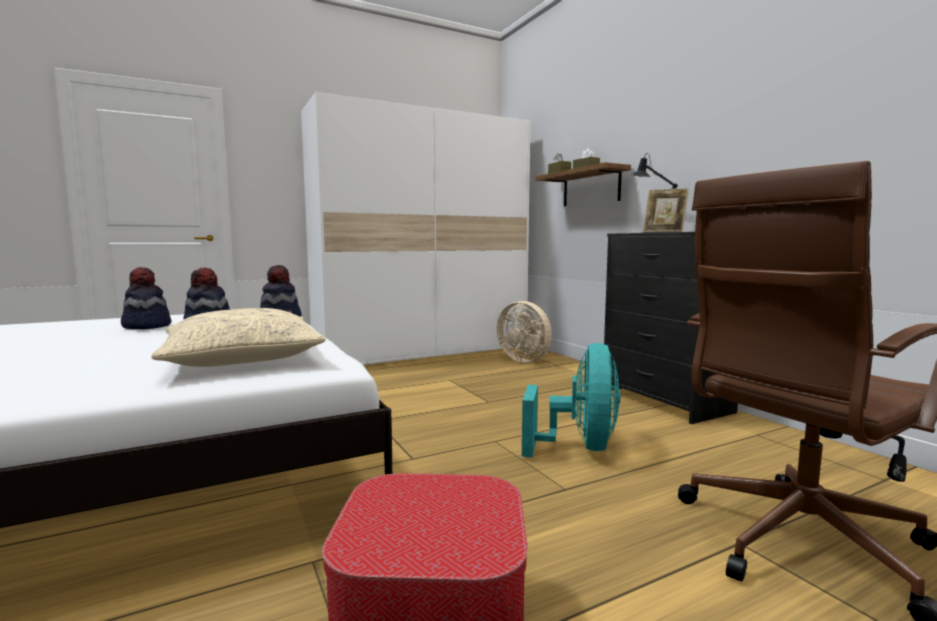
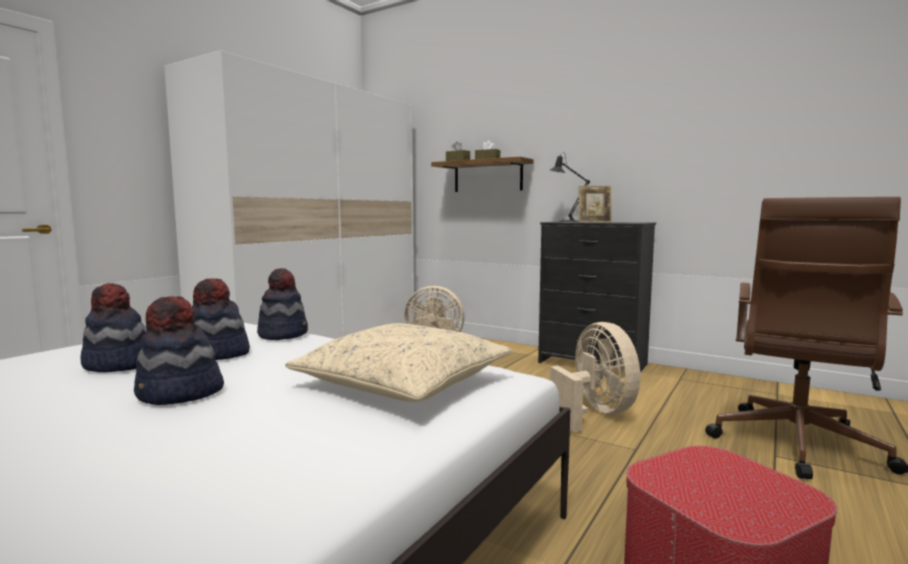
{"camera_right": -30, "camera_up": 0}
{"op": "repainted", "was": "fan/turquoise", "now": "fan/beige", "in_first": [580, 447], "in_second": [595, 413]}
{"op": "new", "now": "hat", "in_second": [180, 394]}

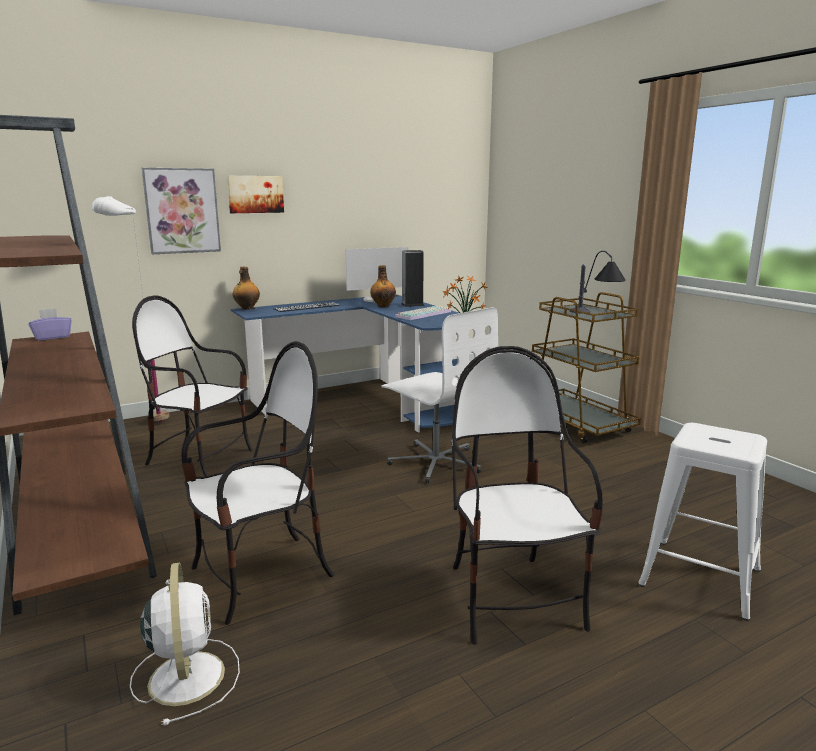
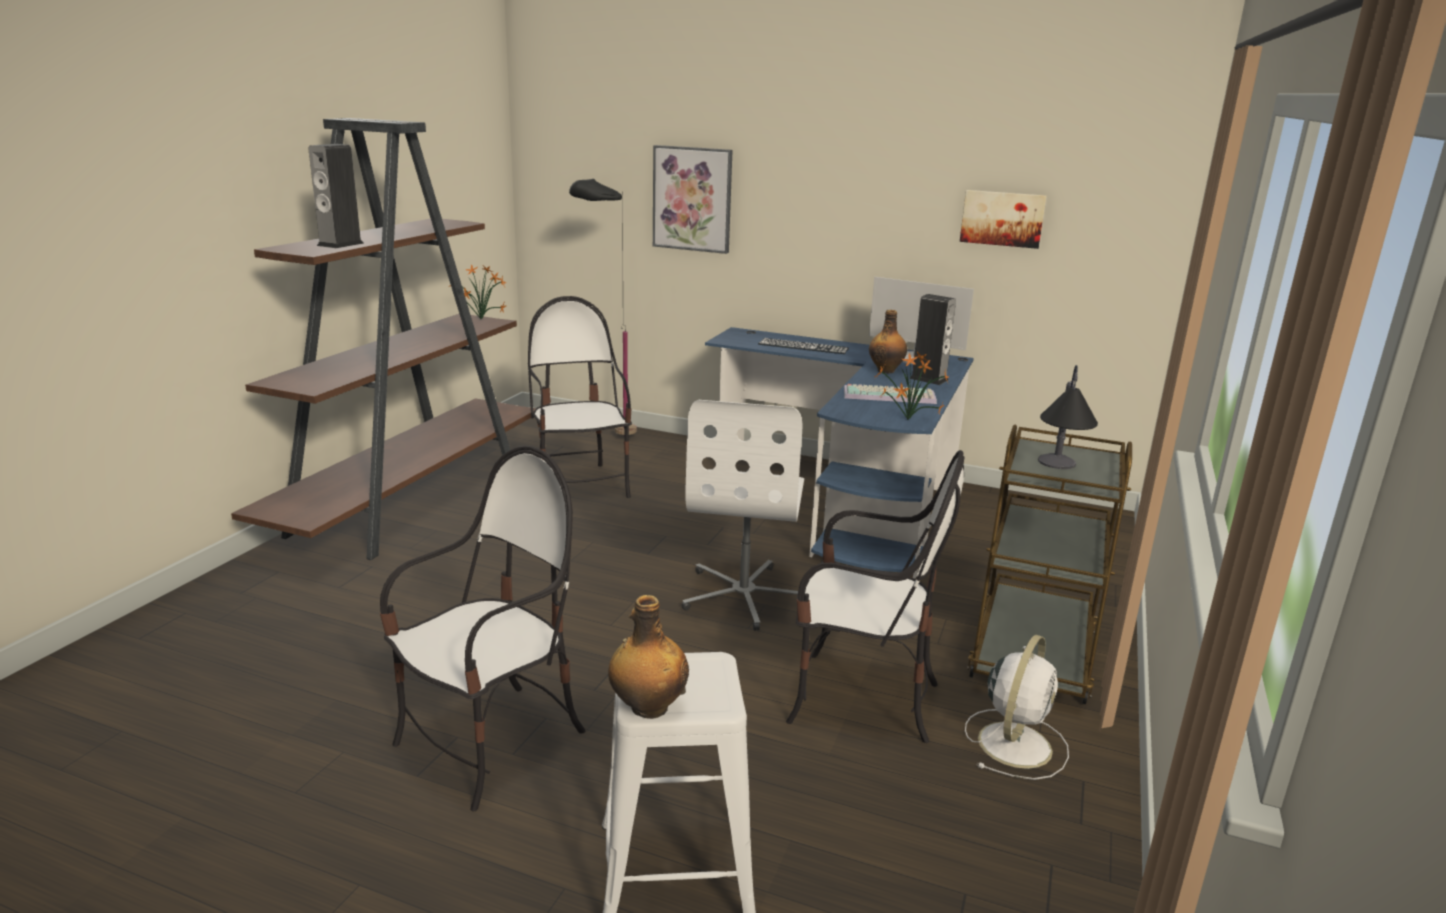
{"camera_right": 50, "camera_up": 5}
{"op": "shifted", "was": "picture", "in_first": [255, 194], "in_second": [1002, 218]}
{"op": "repainted", "was": "floor lamp/white", "now": "floor lamp/black", "in_first": [147, 428], "in_second": [606, 439]}
{"op": "shifted", "was": "bottle", "in_first": [247, 308], "in_second": [648, 708]}
{"op": "swapped", "was": "tissue box/purple", "now": "potted plant", "in_first": [52, 337], "in_second": [479, 319]}
{"op": "shifted", "was": "chair", "in_first": [261, 576], "in_second": [861, 699]}
{"op": "shifted", "was": "fan/white", "in_first": [186, 675], "in_second": [1015, 743]}
{"op": "new", "now": "speaker", "in_second": [340, 244]}

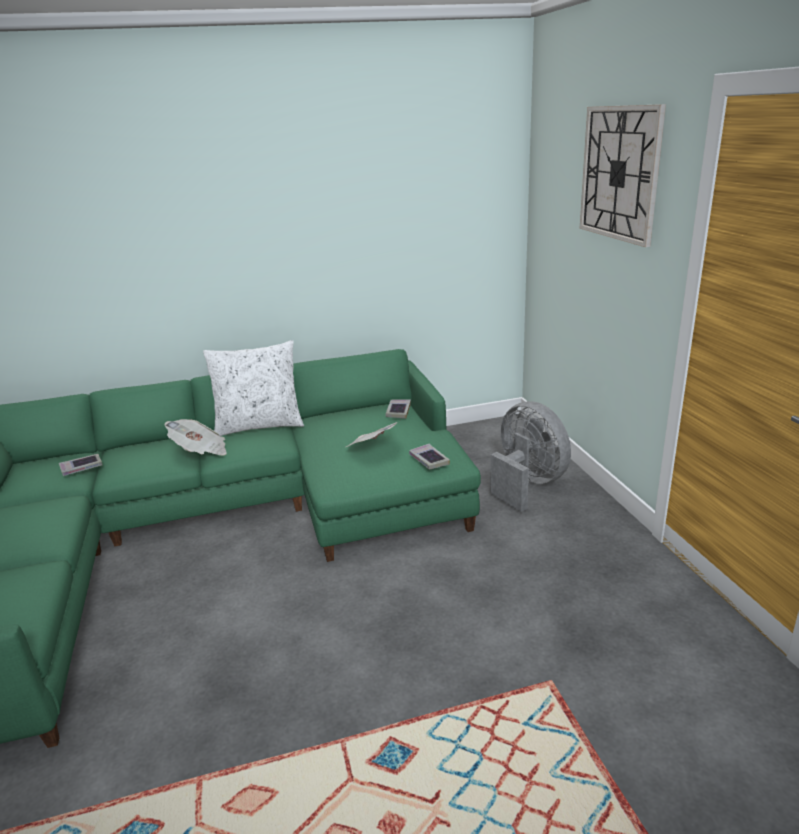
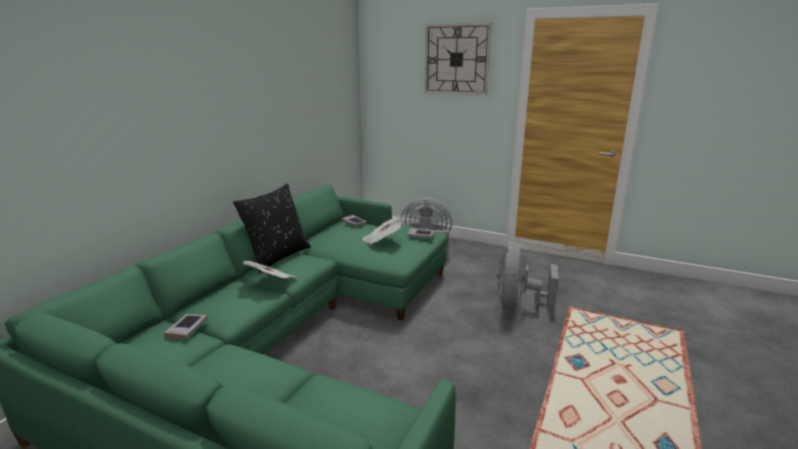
{"camera_right": -50, "camera_up": -5}
{"op": "repainted", "was": "pillow/white", "now": "pillow/black", "in_first": [259, 425], "in_second": [277, 257]}
{"op": "new", "now": "fan/grey", "in_second": [517, 305]}

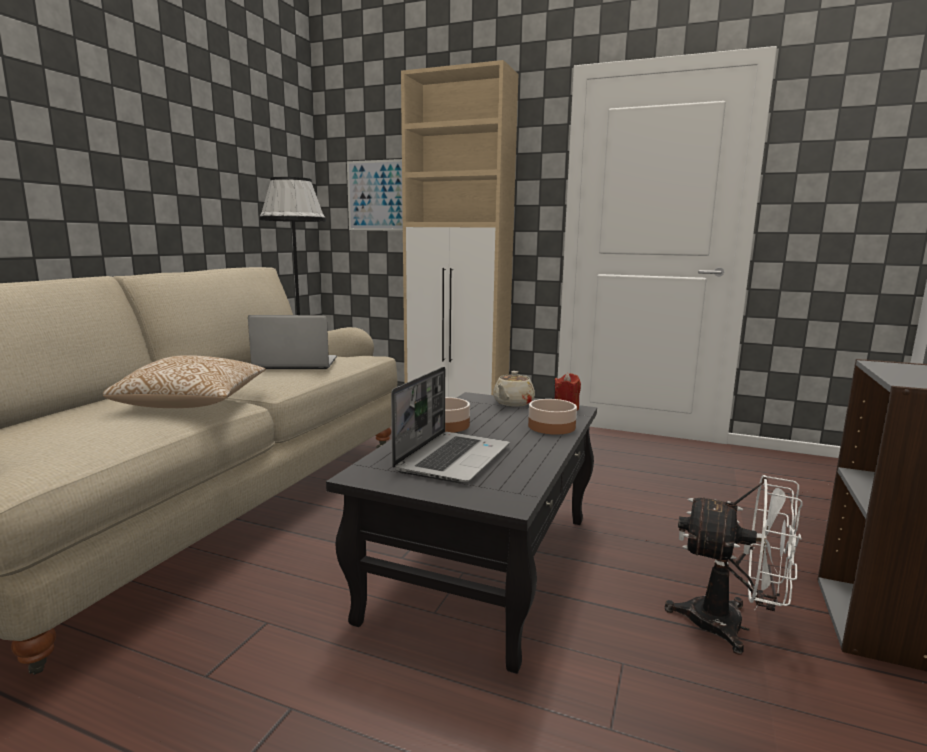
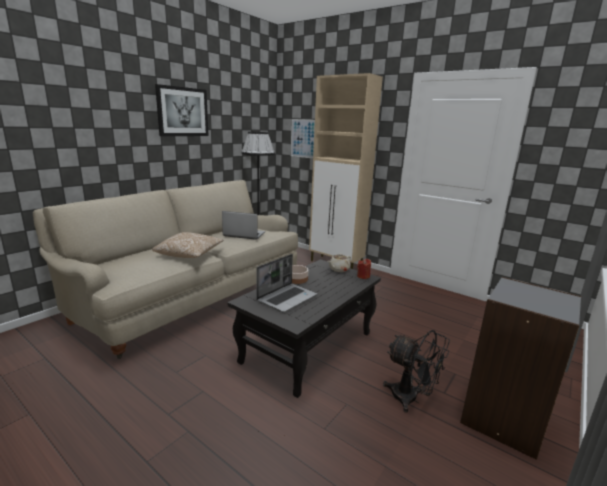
{"camera_right": 15, "camera_up": 5}
{"op": "gone", "was": "bowl", "in_first": [551, 427]}
{"op": "repainted", "was": "fan/white", "now": "fan/black", "in_first": [731, 626], "in_second": [411, 399]}
{"op": "new", "now": "picture", "in_second": [182, 112]}

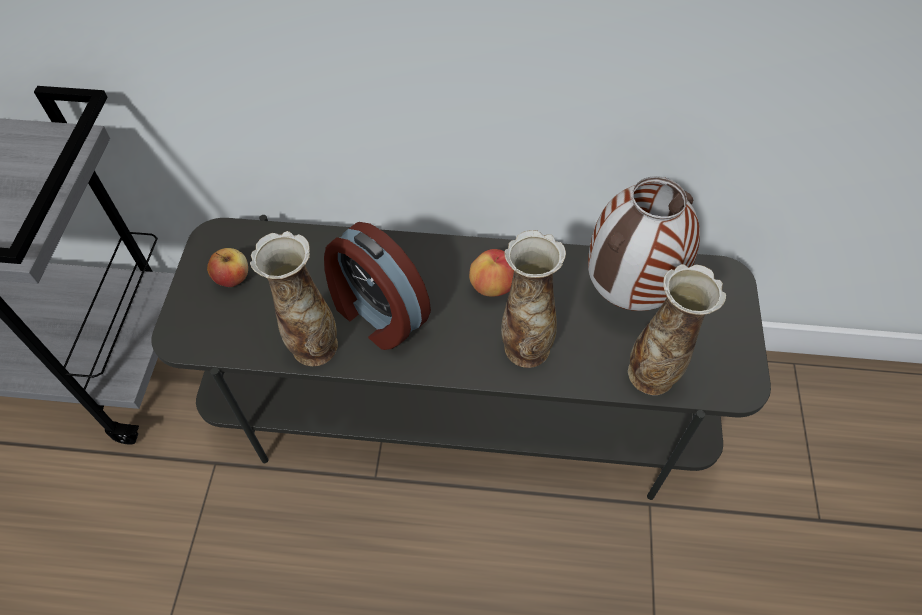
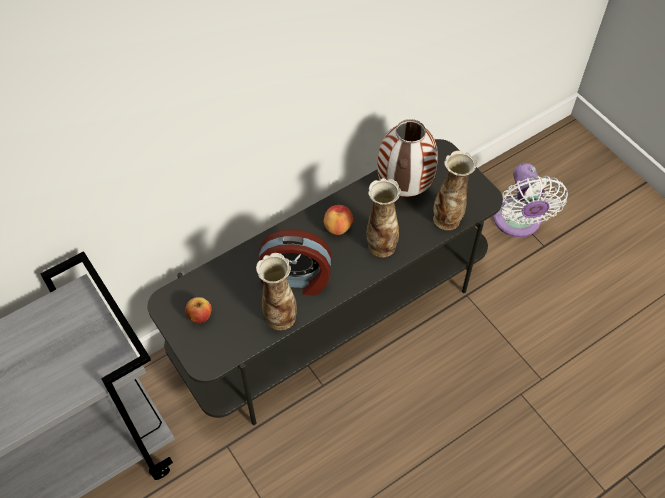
{"camera_right": -40, "camera_up": 0}
{"op": "new", "now": "fan/white", "in_second": [518, 222]}

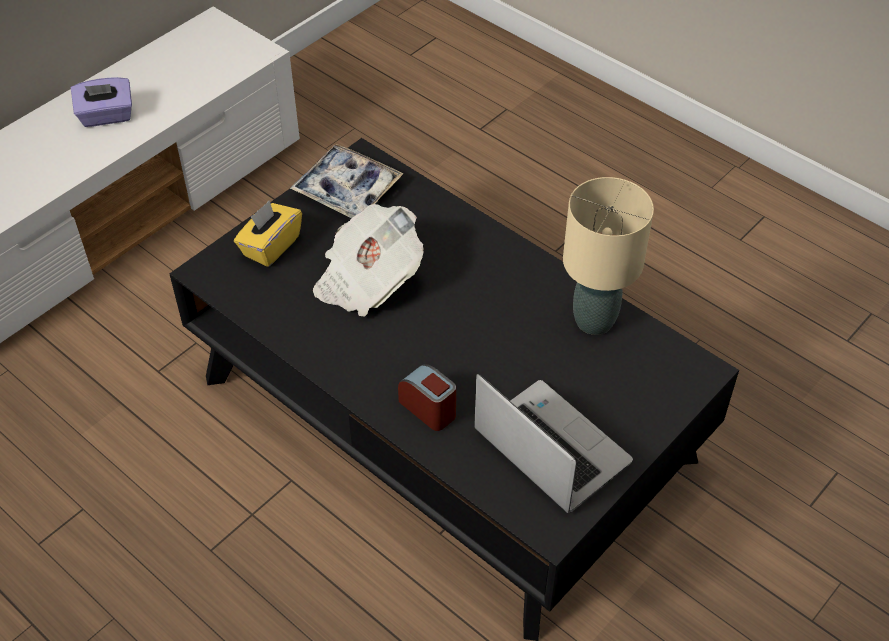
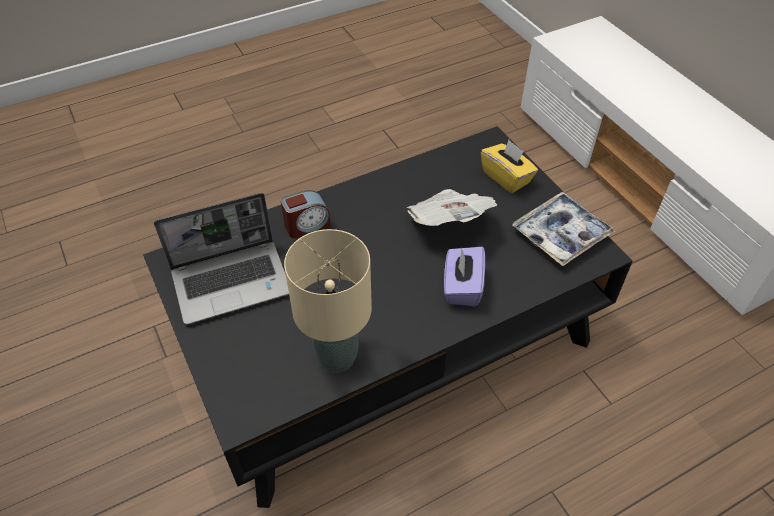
{"camera_right": 110, "camera_up": 0}
{"op": "shifted", "was": "tissue box/purple", "in_first": [106, 116], "in_second": [462, 287]}

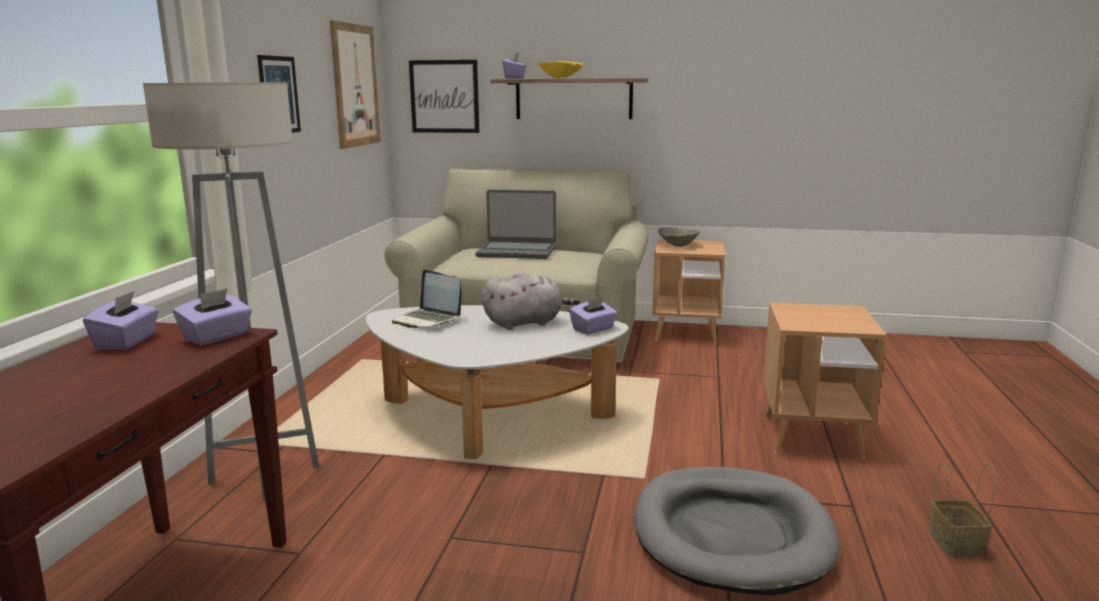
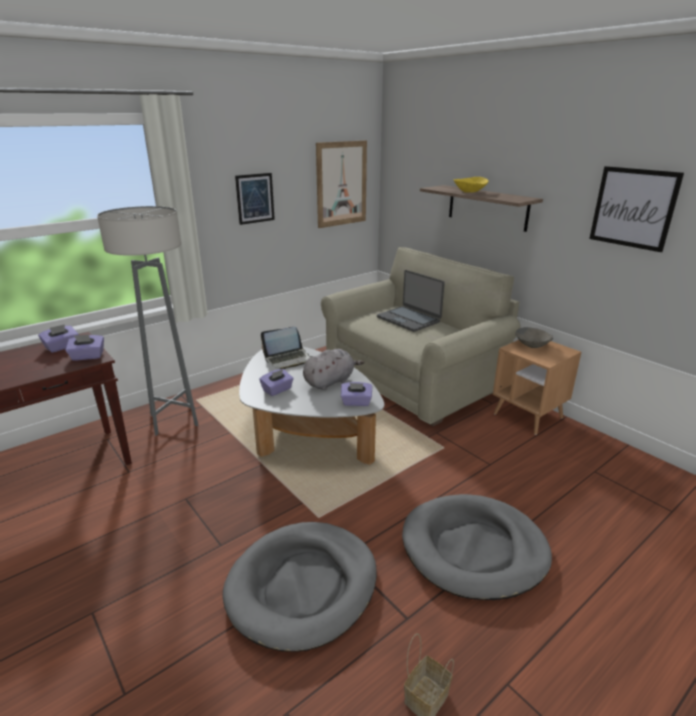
{"camera_right": 40, "camera_up": 10}
{"op": "shifted", "was": "tissue box/purple", "in_first": [515, 78], "in_second": [277, 390]}
{"op": "shifted", "was": "picture", "in_first": [444, 96], "in_second": [633, 208]}
{"op": "rotated", "was": "laptop", "in_first": [428, 320], "in_second": [288, 359], "clockwise": -105}
{"op": "rotated", "was": "plush toy/grey", "in_first": [526, 323], "in_second": [330, 381], "clockwise": -60}
{"op": "swapped", "was": "side table/brown", "now": "dog bed/grey", "in_first": [812, 437], "in_second": [474, 549]}

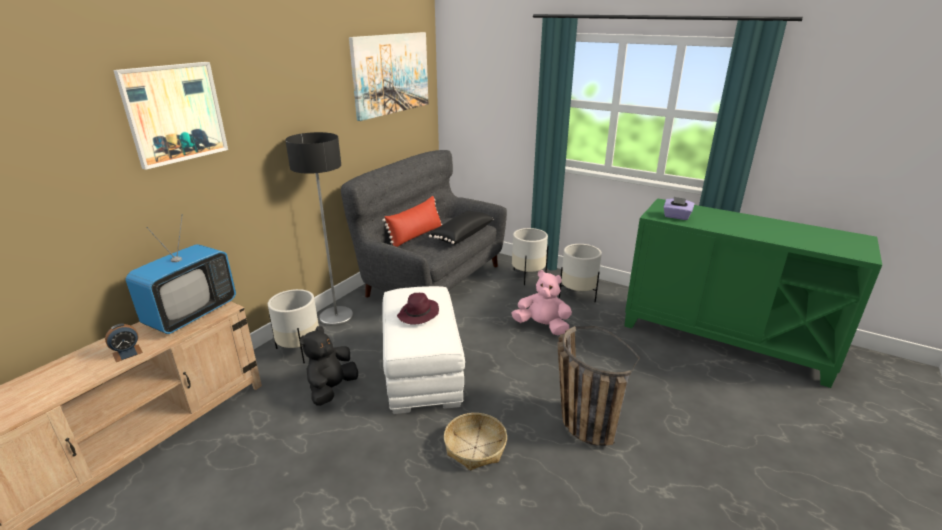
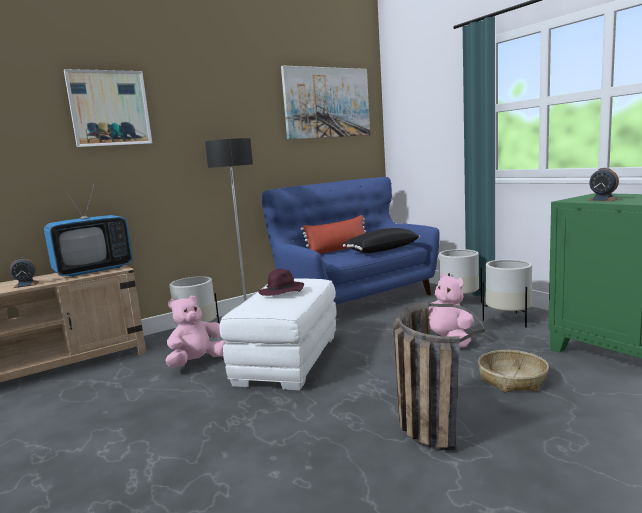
{"camera_right": 25, "camera_up": -15}
{"op": "repainted", "was": "sofa/grey", "now": "sofa/blue", "in_first": [431, 279], "in_second": [355, 299]}
{"op": "swapped", "was": "tissue box/purple", "now": "alarm clock", "in_first": [676, 216], "in_second": [603, 199]}
{"op": "repainted", "was": "plush toy/black", "now": "plush toy/pink", "in_first": [332, 389], "in_second": [197, 362]}
{"op": "shifted", "was": "basket", "in_first": [475, 447], "in_second": [512, 379]}

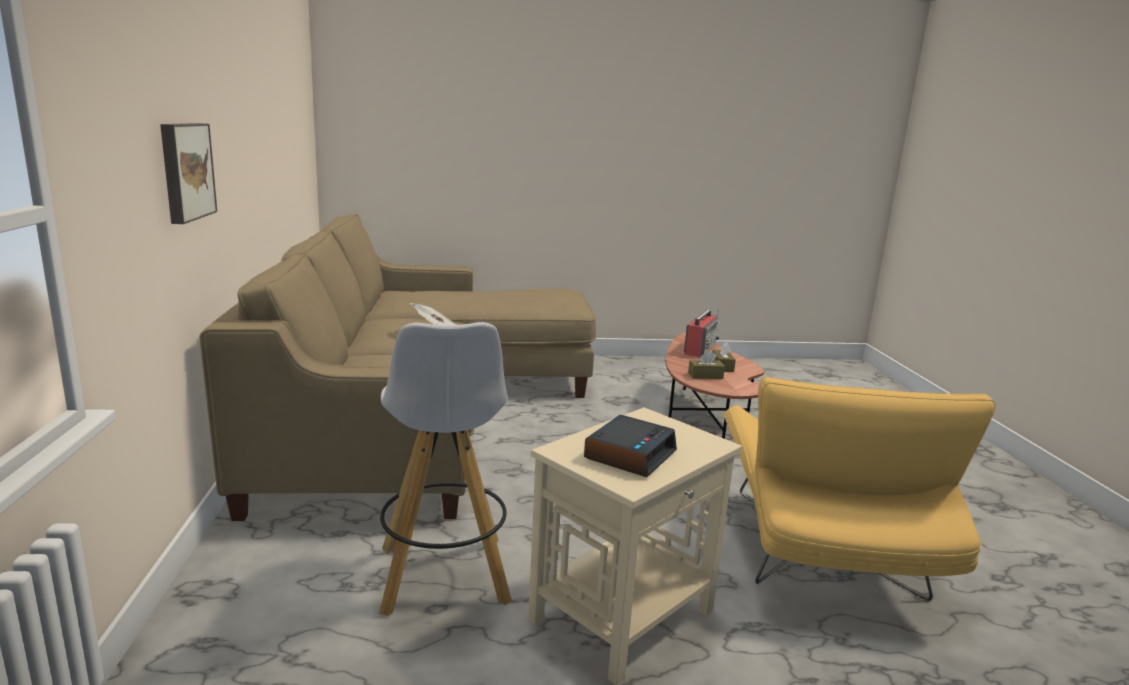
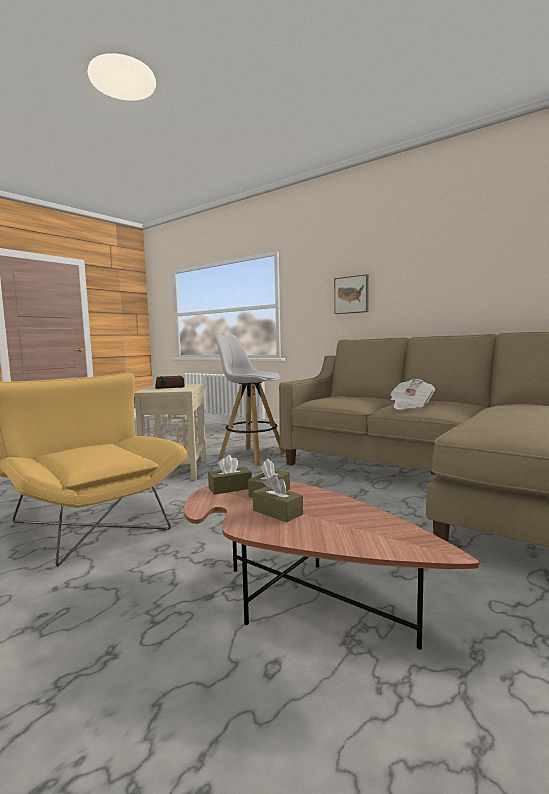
{"camera_right": 135, "camera_up": -10}
{"op": "gone", "was": "radio", "in_first": [700, 349]}
{"op": "new", "now": "tissue box/brown", "in_second": [230, 488]}

